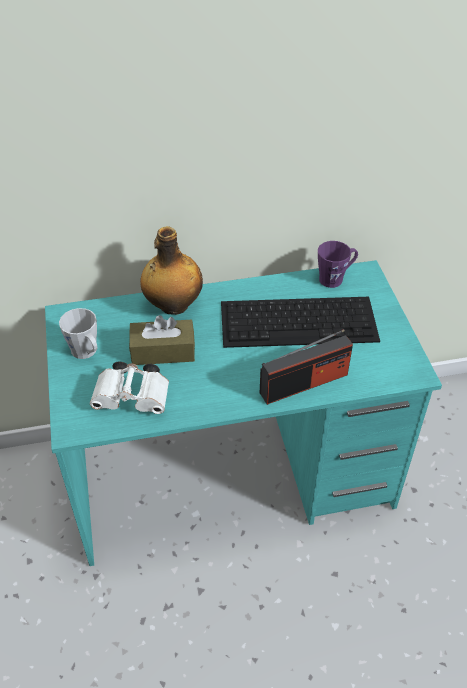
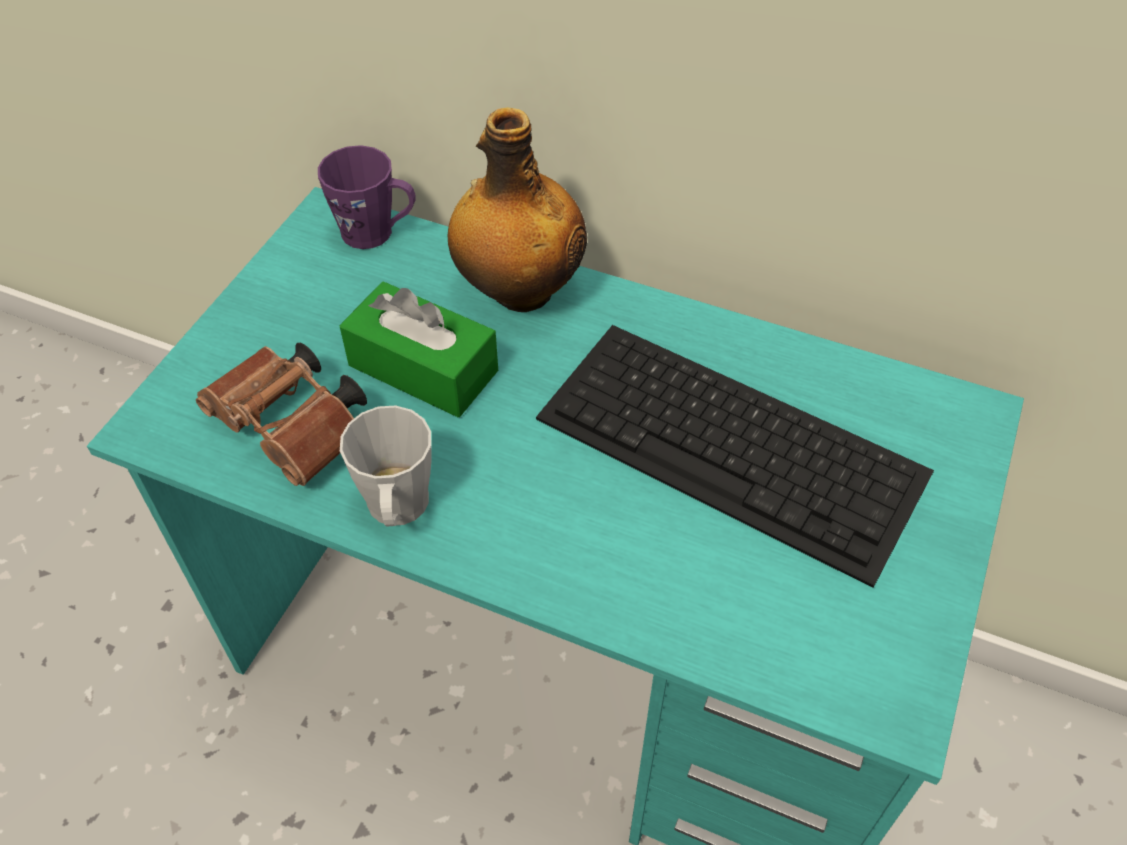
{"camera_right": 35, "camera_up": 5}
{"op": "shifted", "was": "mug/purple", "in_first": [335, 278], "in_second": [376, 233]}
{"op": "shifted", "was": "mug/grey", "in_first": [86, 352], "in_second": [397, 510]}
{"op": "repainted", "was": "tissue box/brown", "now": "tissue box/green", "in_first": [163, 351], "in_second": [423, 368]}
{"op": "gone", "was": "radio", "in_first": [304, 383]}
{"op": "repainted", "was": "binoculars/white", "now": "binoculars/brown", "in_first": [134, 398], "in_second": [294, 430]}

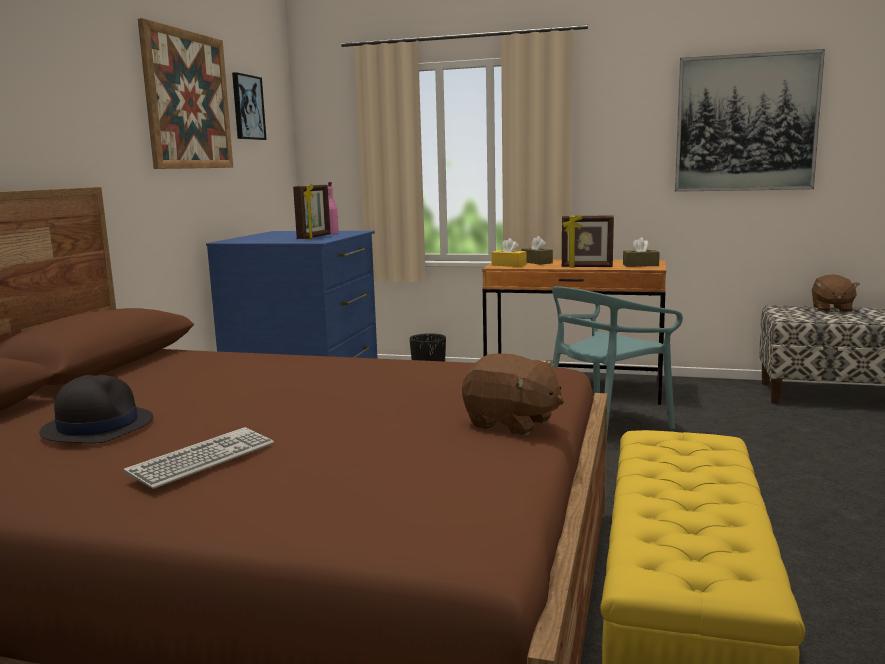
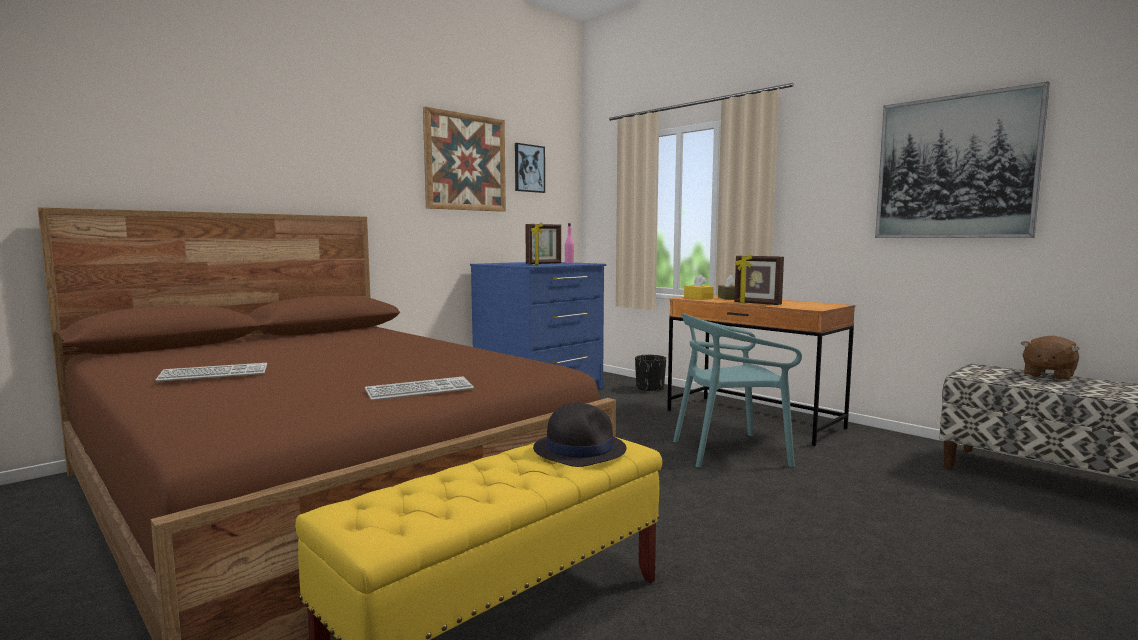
{"camera_right": 30, "camera_up": -5}
{"op": "gone", "was": "tissue box/brown", "in_first": [640, 265]}
{"op": "swapped", "was": "plush toy/brown", "now": "keyboard", "in_first": [511, 423], "in_second": [420, 390]}
{"op": "shifted", "was": "hat/black", "in_first": [98, 426], "in_second": [579, 449]}

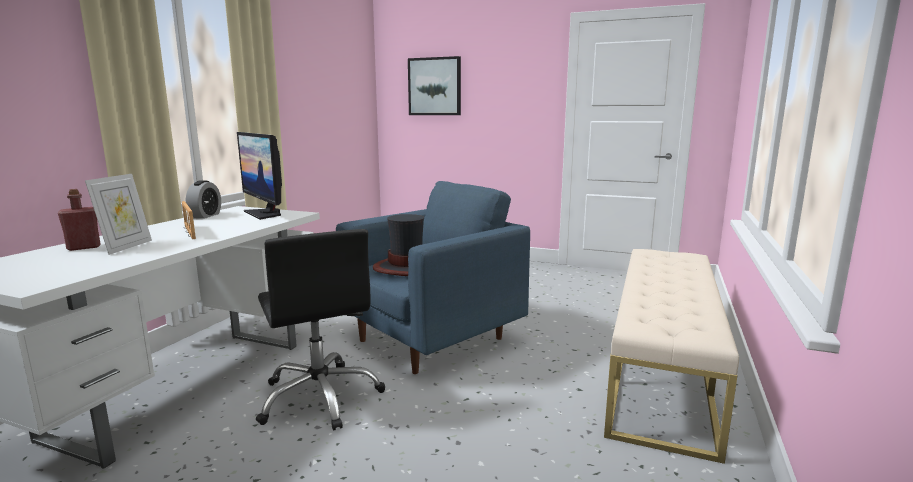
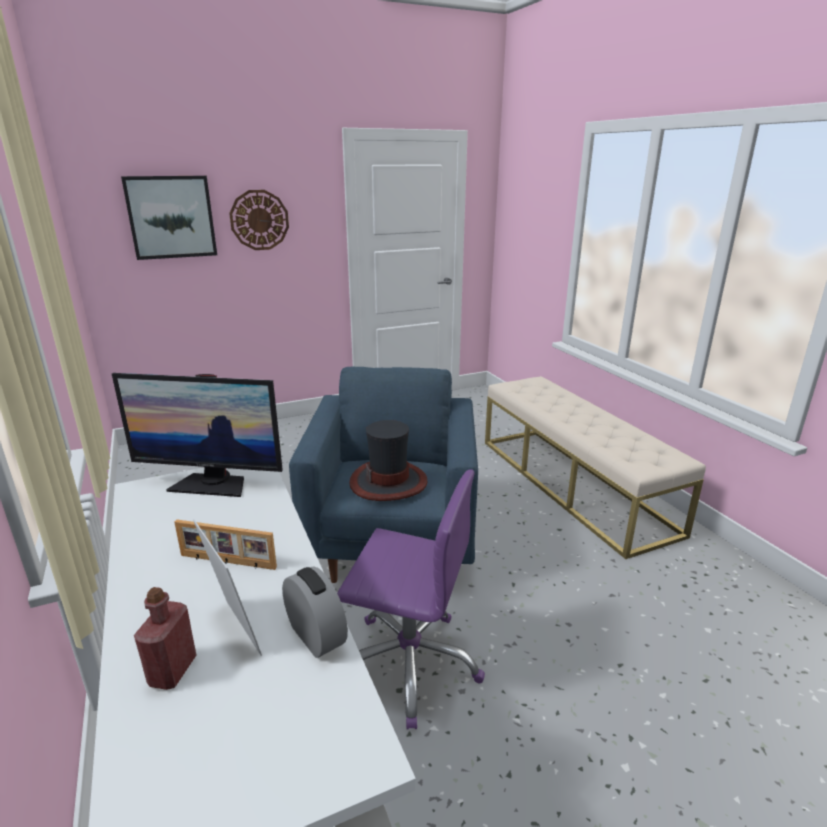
{"camera_right": -45, "camera_up": 10}
{"op": "shifted", "was": "alarm clock", "in_first": [205, 216], "in_second": [316, 635]}
{"op": "repainted", "was": "office chair/black", "now": "office chair/purple", "in_first": [320, 397], "in_second": [410, 663]}
{"op": "new", "now": "wall clock", "in_second": [259, 220]}

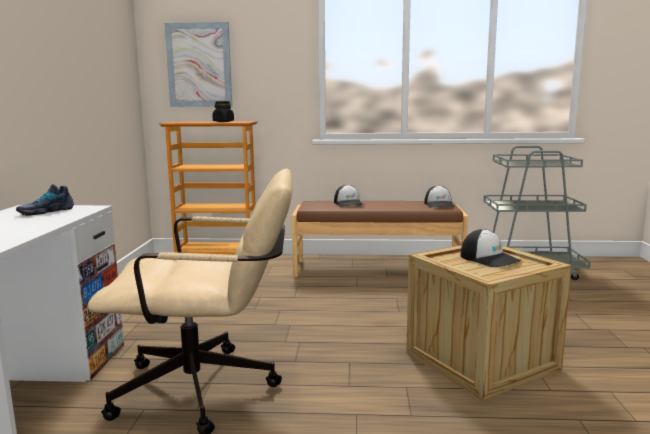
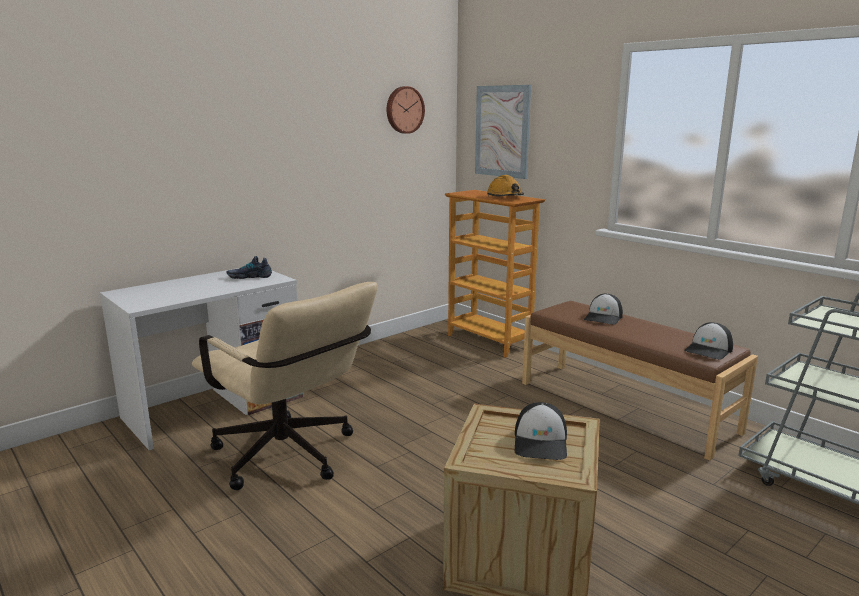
{"camera_right": 45, "camera_up": 5}
{"op": "swapped", "was": "jar/black", "now": "hard hat/orange", "in_first": [223, 121], "in_second": [505, 197]}
{"op": "new", "now": "wall clock", "in_second": [404, 110]}

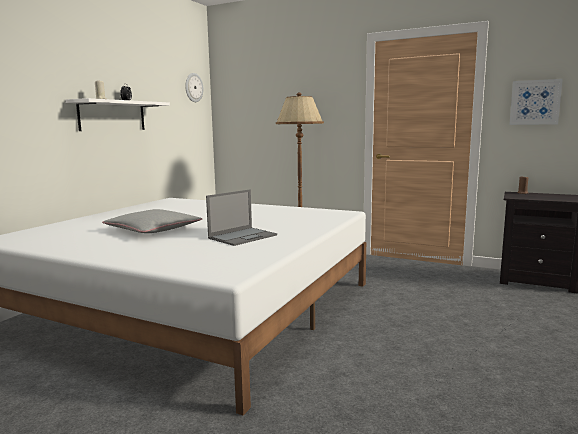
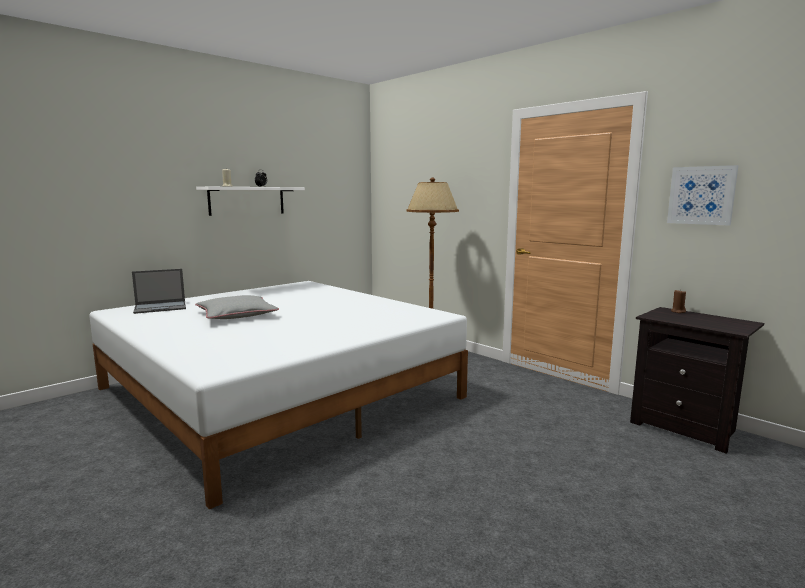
{"camera_right": 20, "camera_up": 0}
{"op": "gone", "was": "wall clock", "in_first": [193, 87]}
{"op": "shifted", "was": "laptop", "in_first": [243, 236], "in_second": [161, 307]}

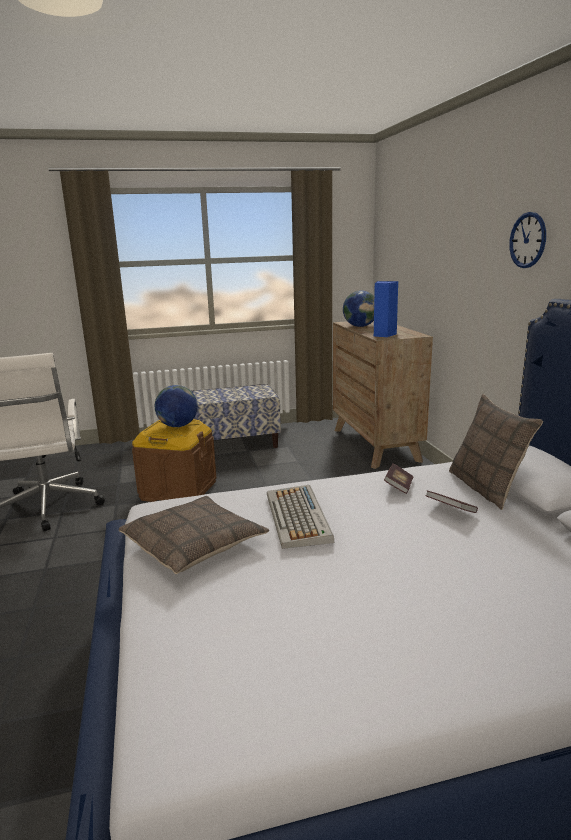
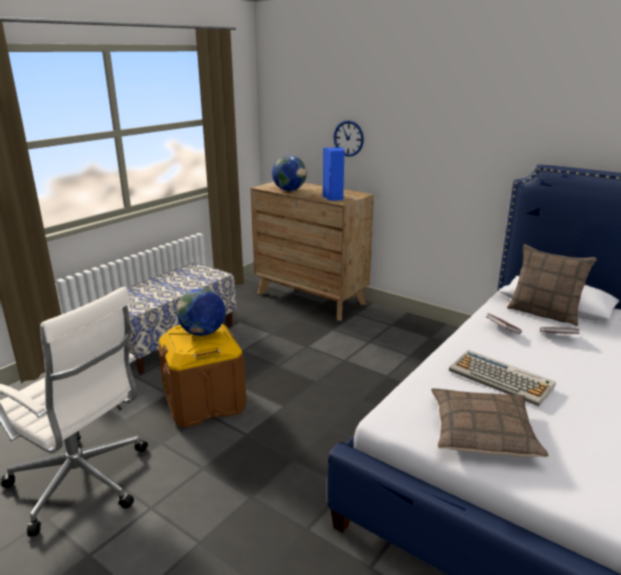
{"camera_right": -40, "camera_up": 5}
{"op": "shifted", "was": "wall clock", "in_first": [527, 240], "in_second": [348, 138]}

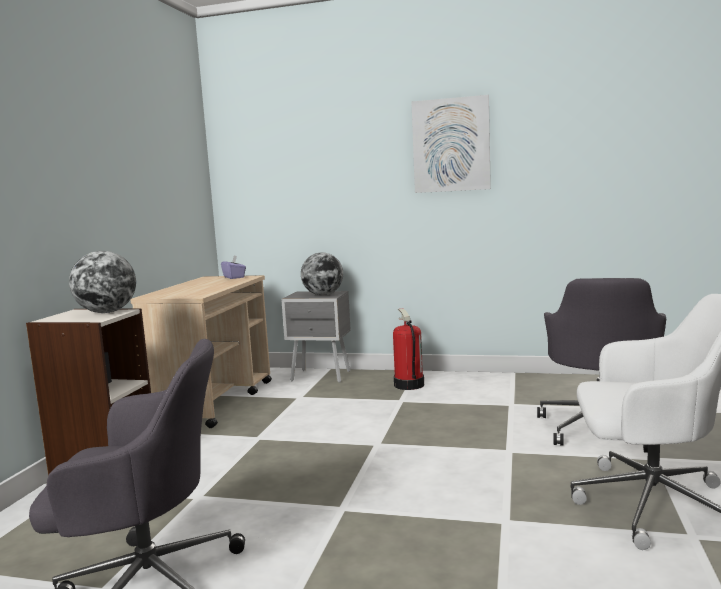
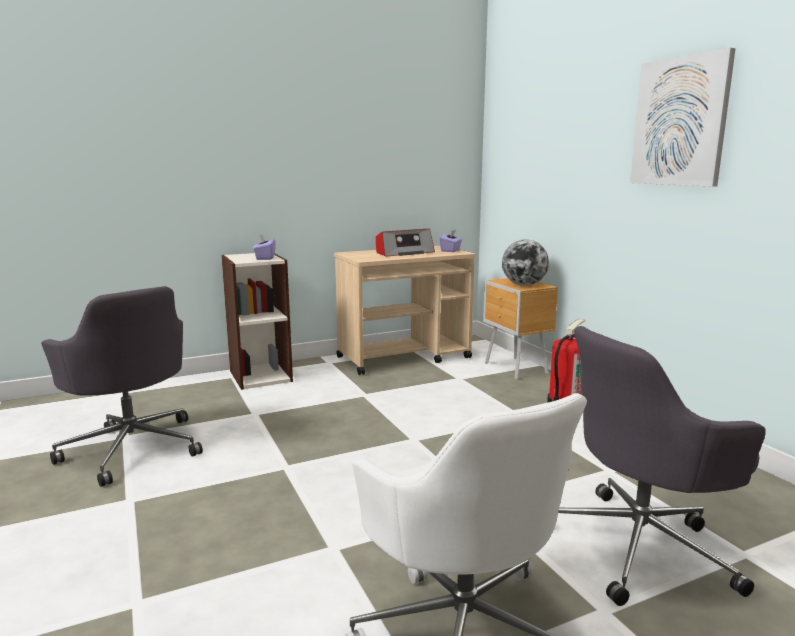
{"camera_right": 50, "camera_up": 5}
{"op": "swapped", "was": "globe", "now": "tissue box/purple", "in_first": [107, 312], "in_second": [265, 258]}
{"op": "repainted", "was": "nightstand/grey", "now": "nightstand/brown", "in_first": [322, 376], "in_second": [516, 369]}
{"op": "new", "now": "radio", "in_second": [404, 253]}

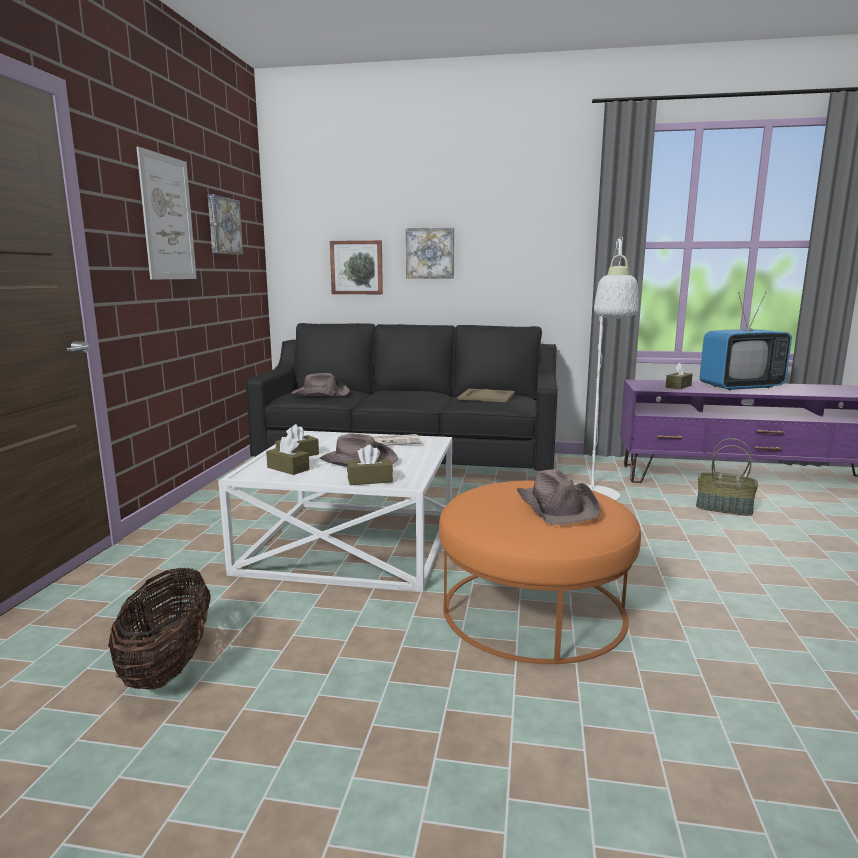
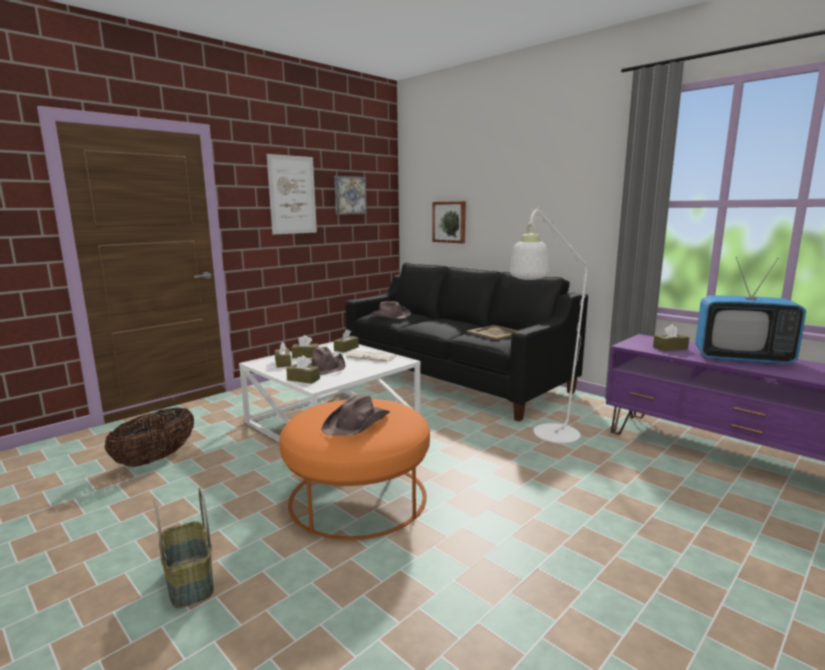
{"camera_right": 35, "camera_up": 0}
{"op": "gone", "was": "picture", "in_first": [430, 253]}
{"op": "shifted", "was": "basket", "in_first": [723, 508], "in_second": [188, 581]}
{"op": "new", "now": "tissue box/brown", "in_second": [346, 349]}

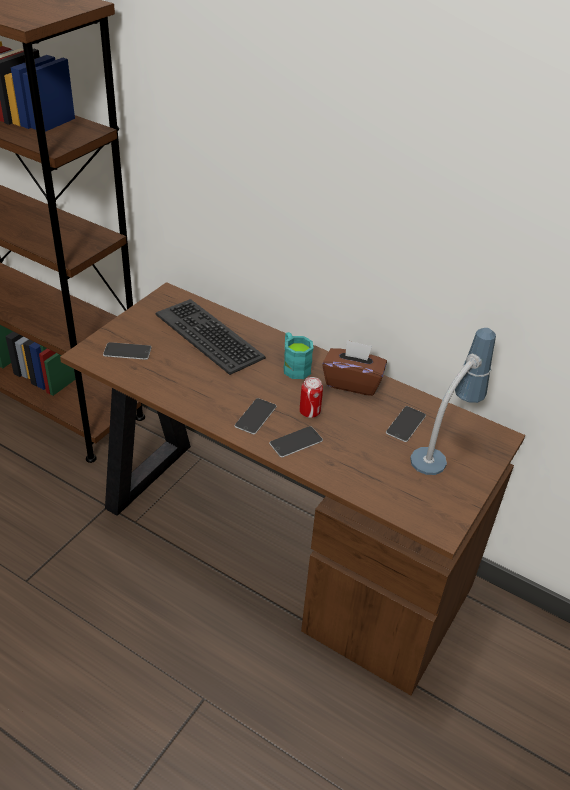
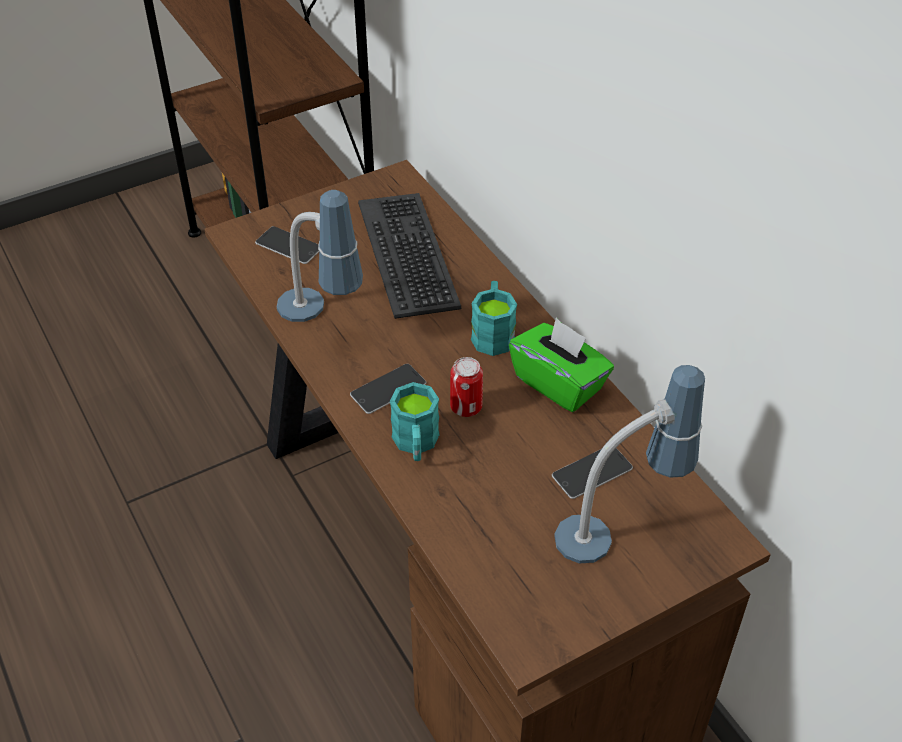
{"camera_right": 30, "camera_up": 5}
{"op": "repainted", "was": "tissue box/brown", "now": "tissue box/green", "in_first": [352, 382], "in_second": [559, 383]}
{"op": "swapped", "was": "phone", "now": "mug/turquoise", "in_first": [296, 442], "in_second": [416, 444]}
{"op": "new", "now": "table lamp", "in_second": [322, 323]}

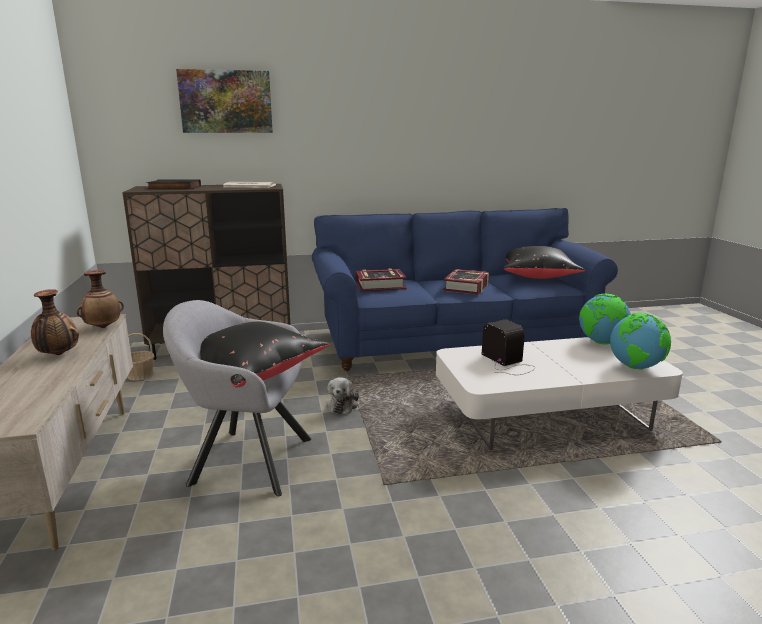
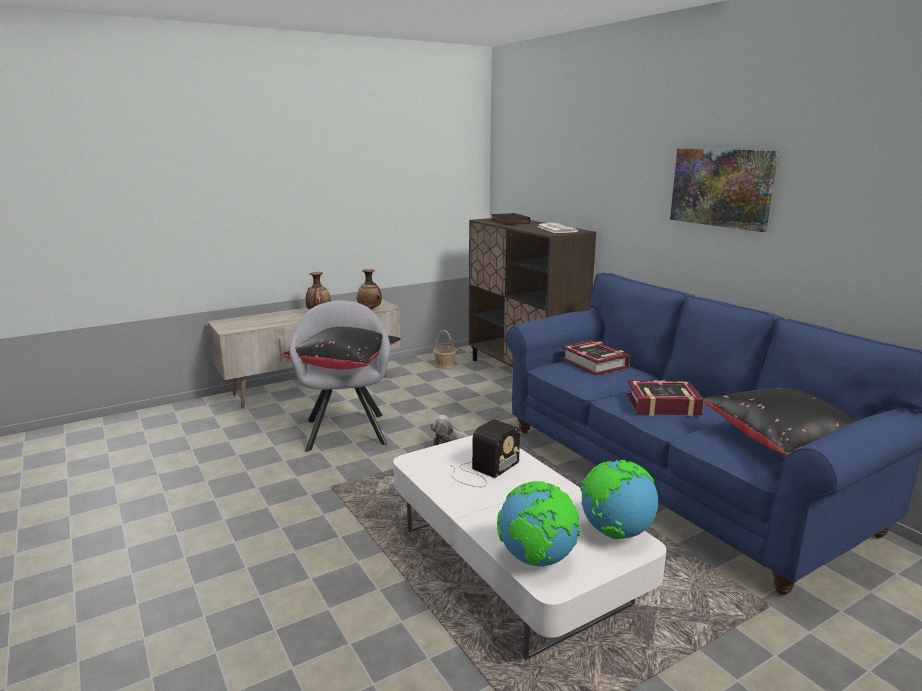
{"camera_right": 70, "camera_up": 0}
{"op": "shifted", "was": "picture", "in_first": [226, 102], "in_second": [721, 187]}

